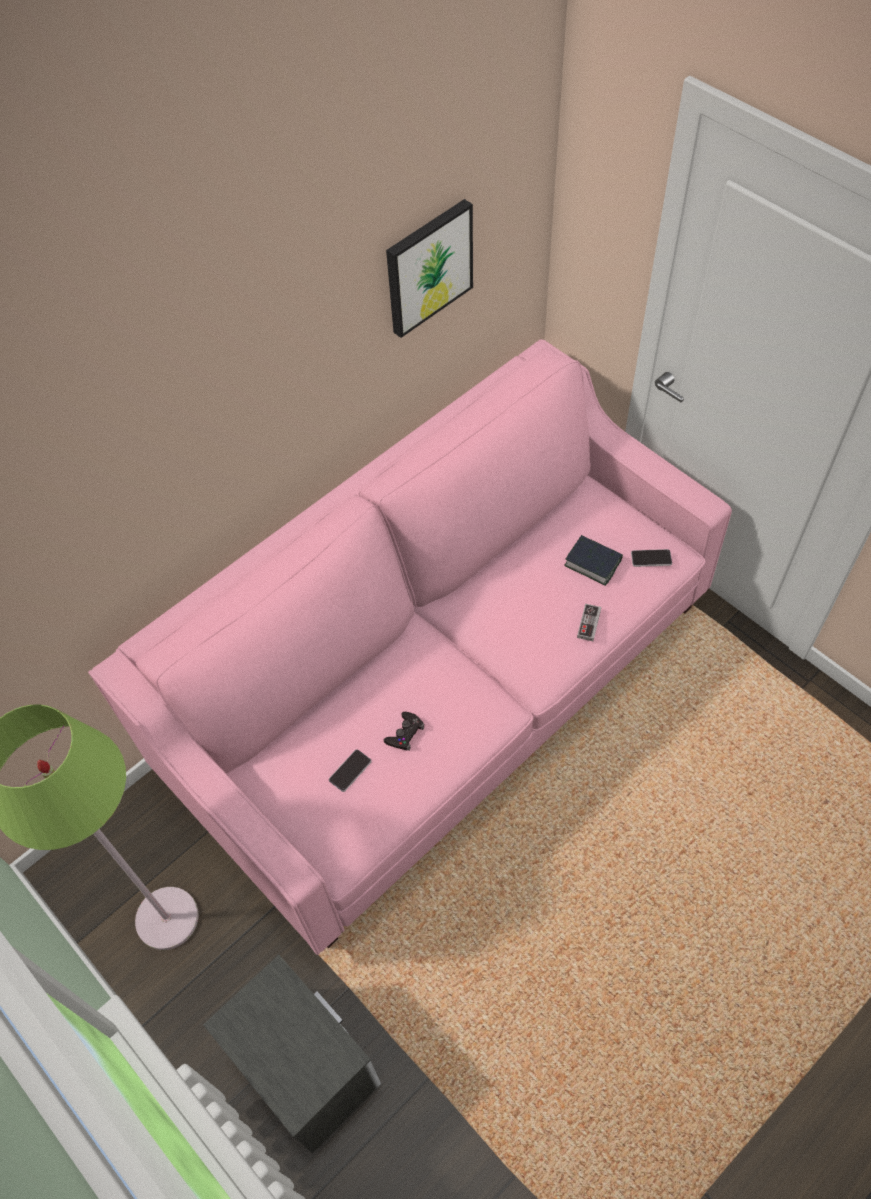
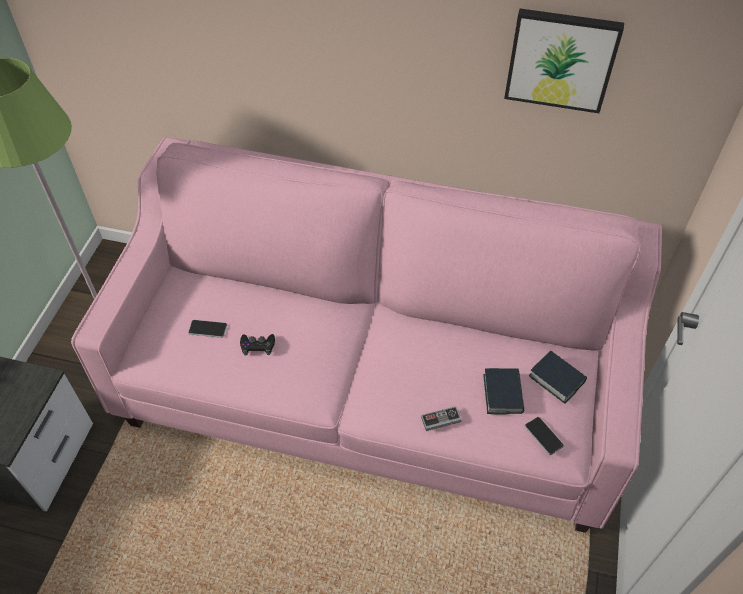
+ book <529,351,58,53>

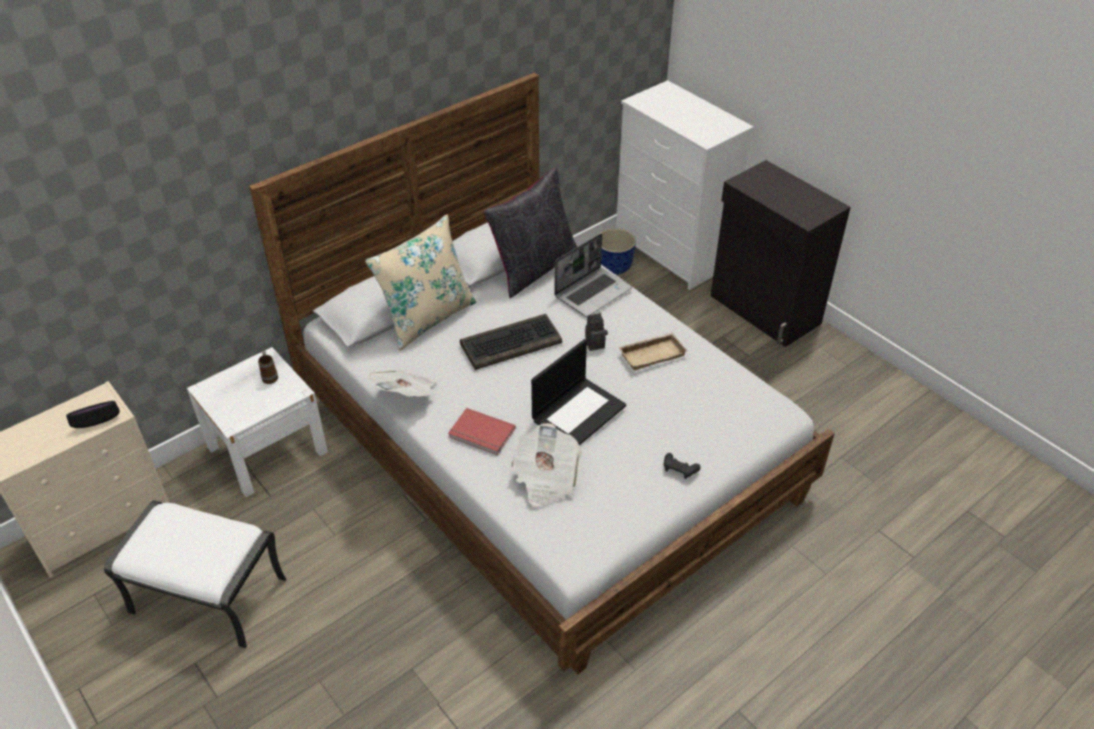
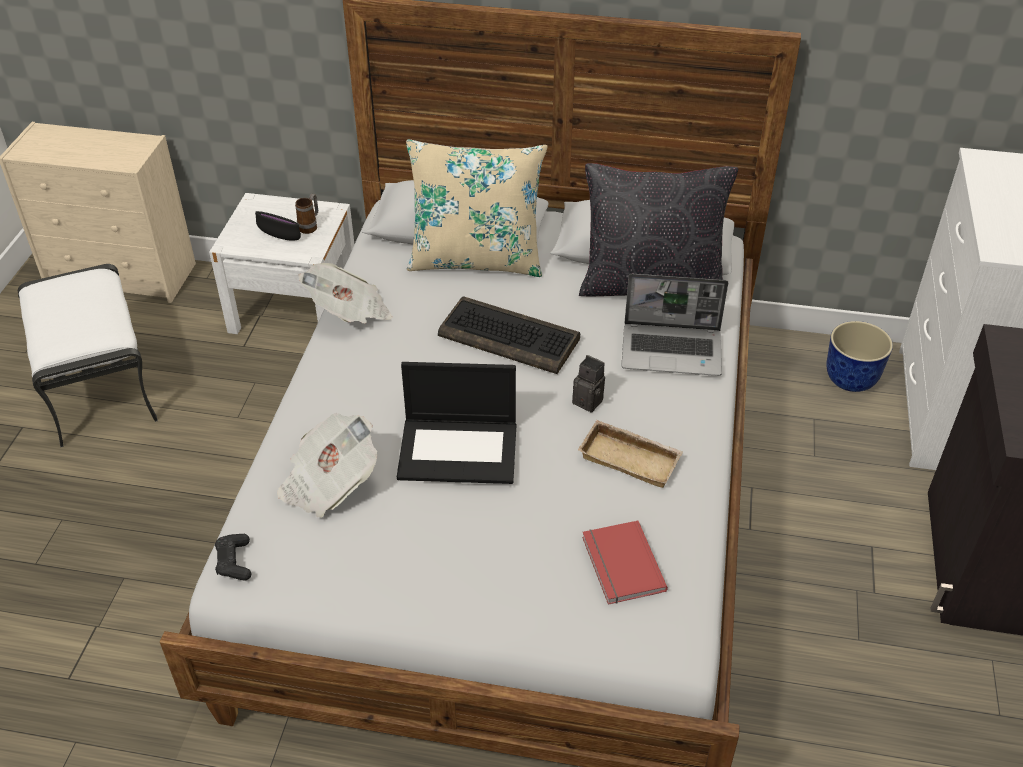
~ bowl (black) <66,401,54,27> to <255,211,46,30>
~ book (red) <448,408,68,47> to <582,521,86,84>
~ game controller (black) <664,453,37,26> to <215,534,36,47>

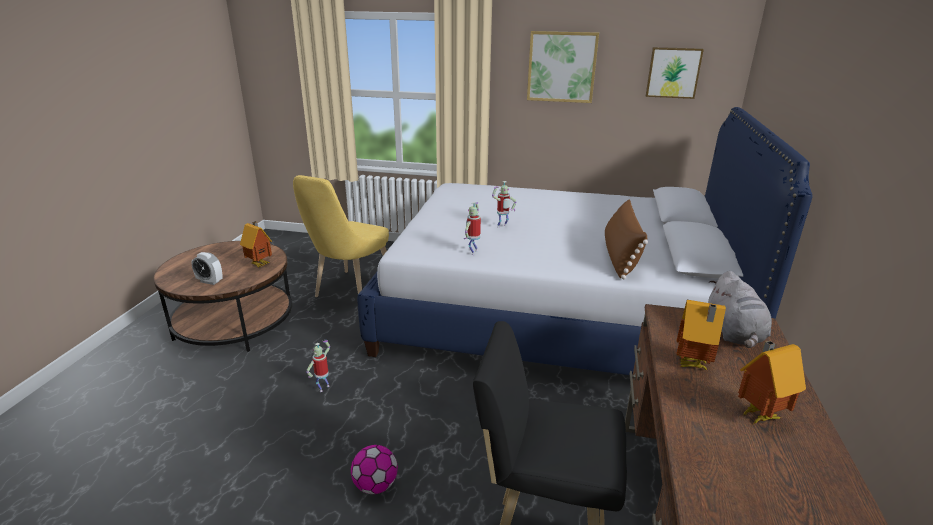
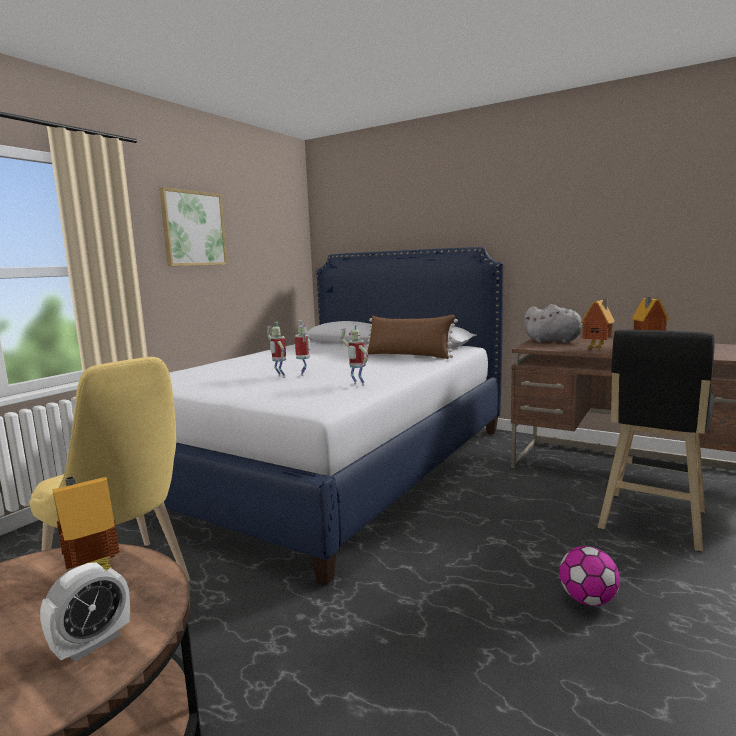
~ toy robot <306,340,24,52> to <266,322,20,56>
- picture <646,47,58,52>

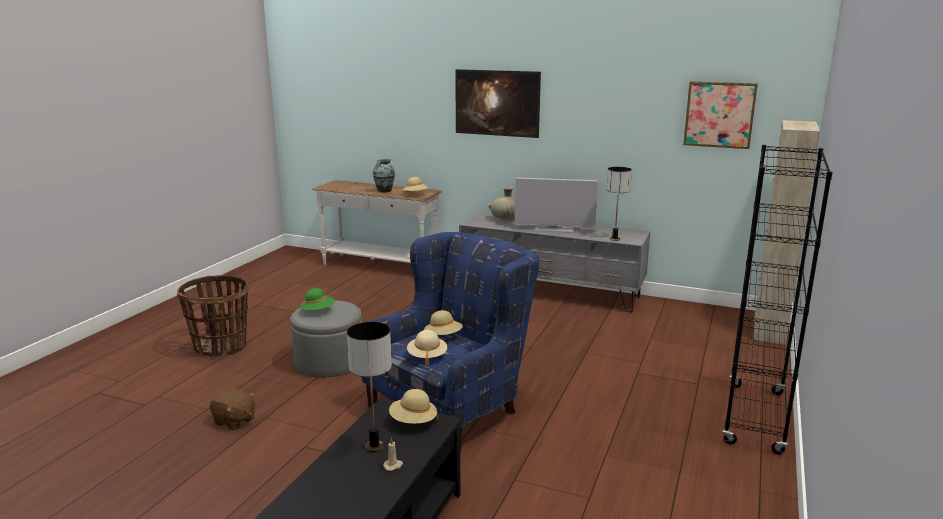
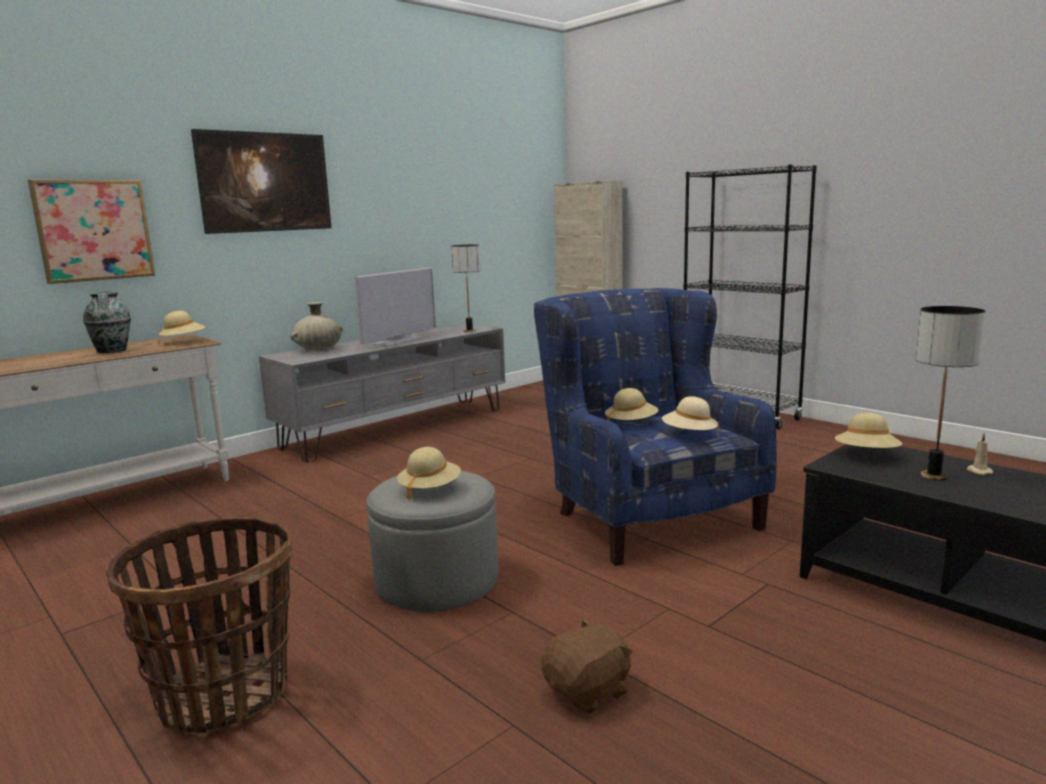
~ hat (green) <301,288,34,22> to hat (beige) <397,447,64,53>
~ picture <683,81,75,68> to <28,180,127,104>

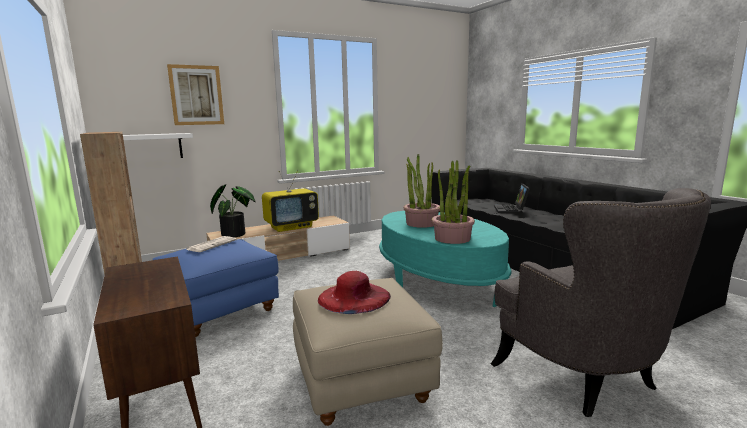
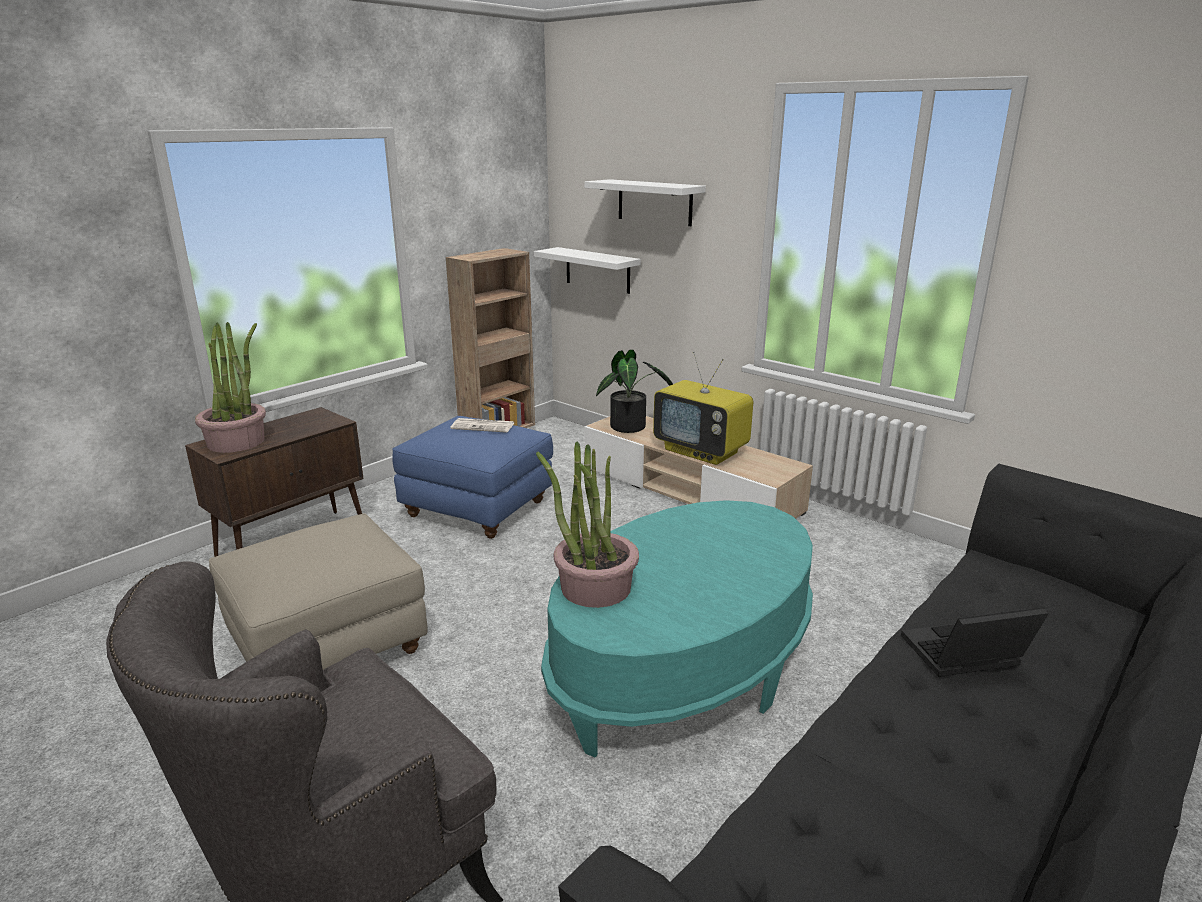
~ picture <167,64,57,61> to shelf (white) <584,179,122,47>
- hat (red) <318,271,73,43>
~ potted plant <404,154,36,74> to <195,322,71,131>

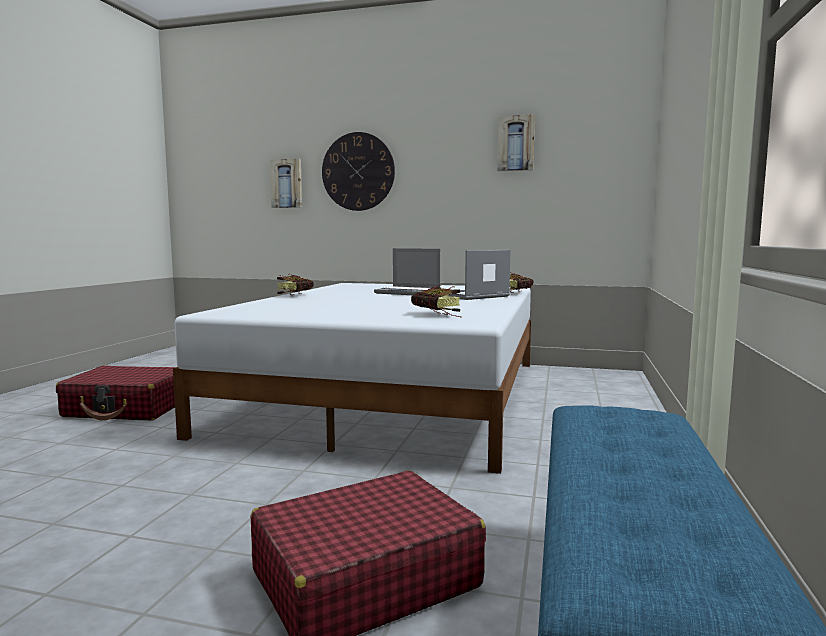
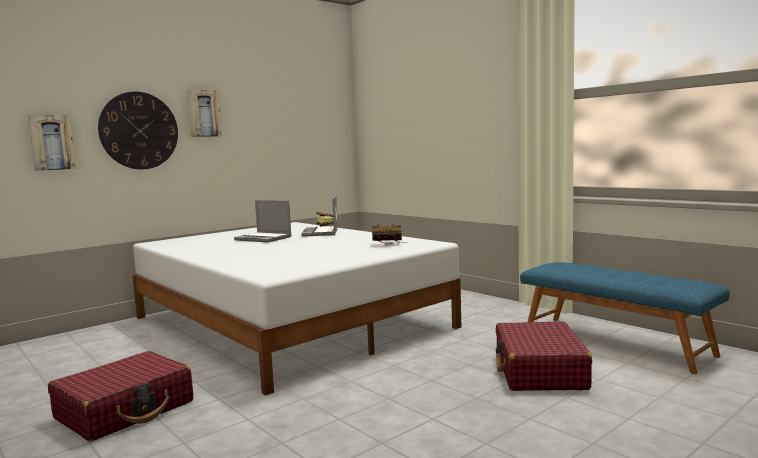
- book <277,274,37,21>
~ laptop <374,248,66,47> = <234,200,58,43> 60 degrees clockwise
~ picture <497,114,38,57> to <187,89,35,48>

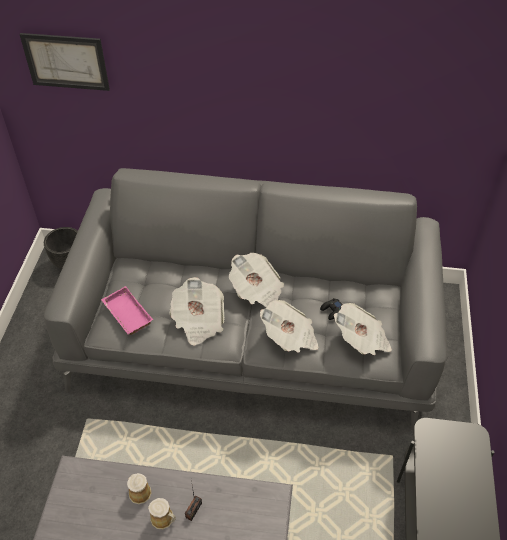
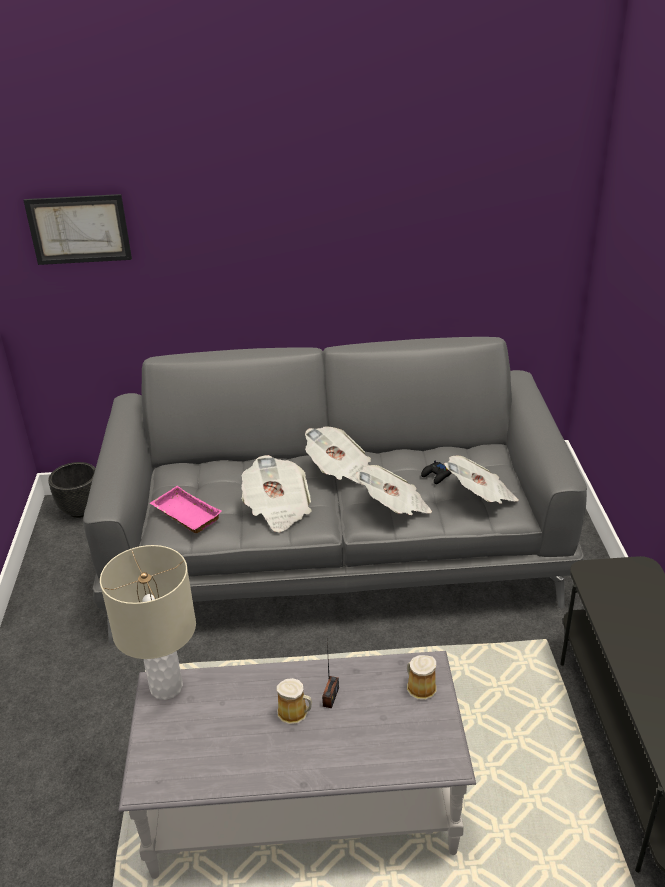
~ mug <127,473,25,31> to <407,655,30,45>
+ table lamp (beige) <100,545,96,155>

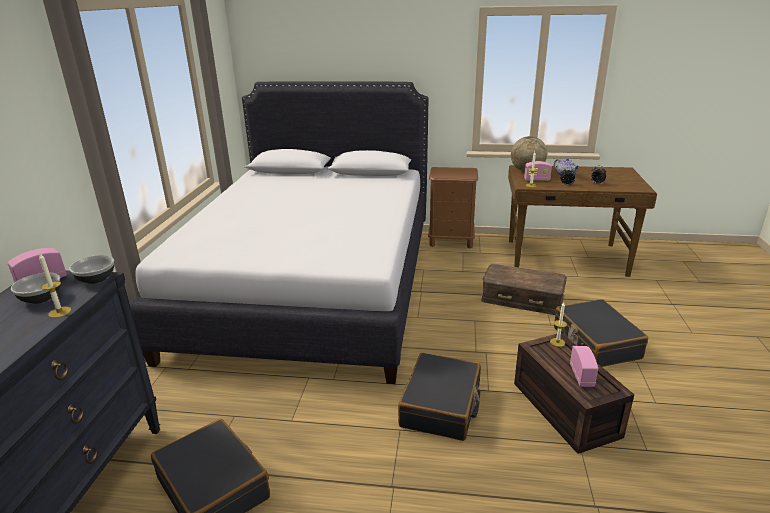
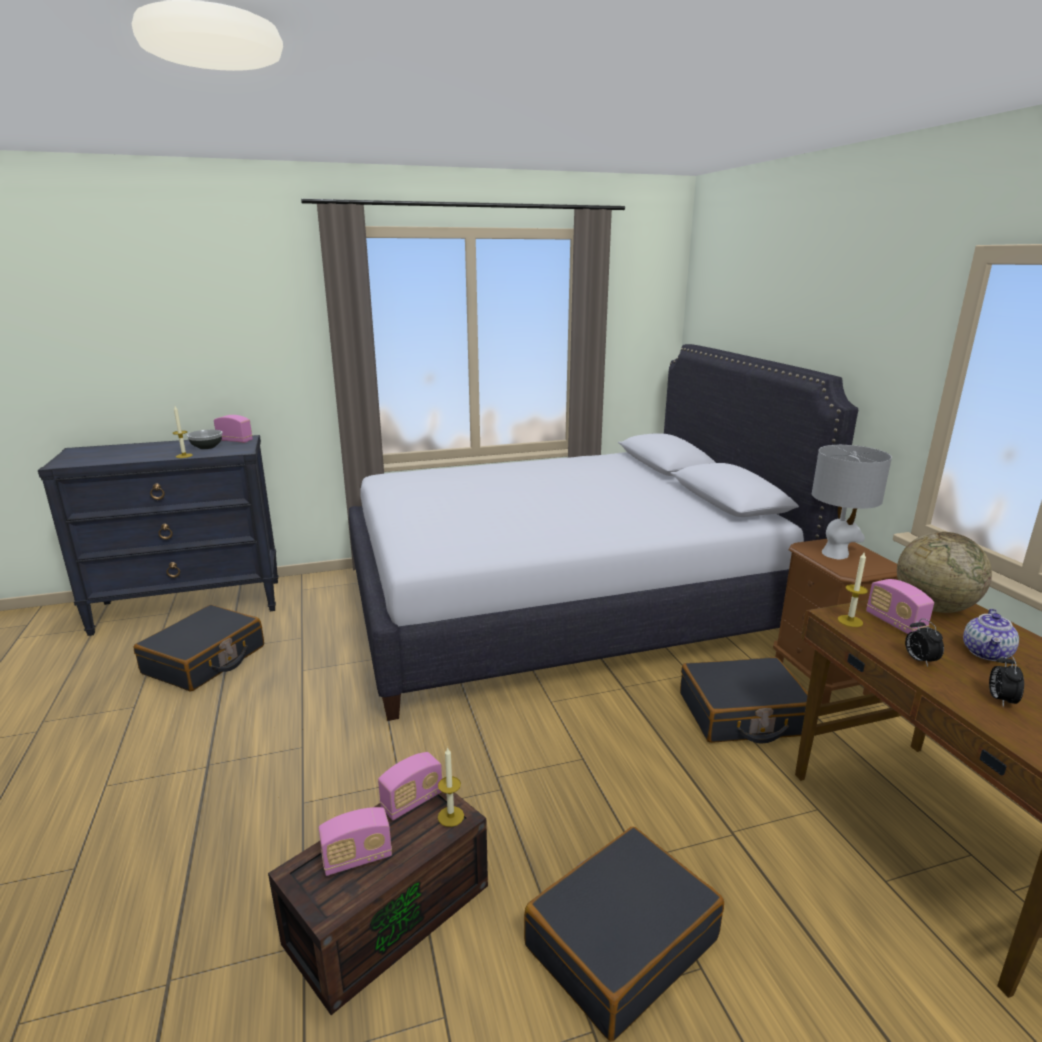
- bowl <69,255,45,29>
~ suitcase (black) <398,353,83,88> to <680,657,128,86>
- storage box (brown) <481,264,86,51>
+ radio <378,752,64,68>
+ table lamp (grey) <812,445,80,115>

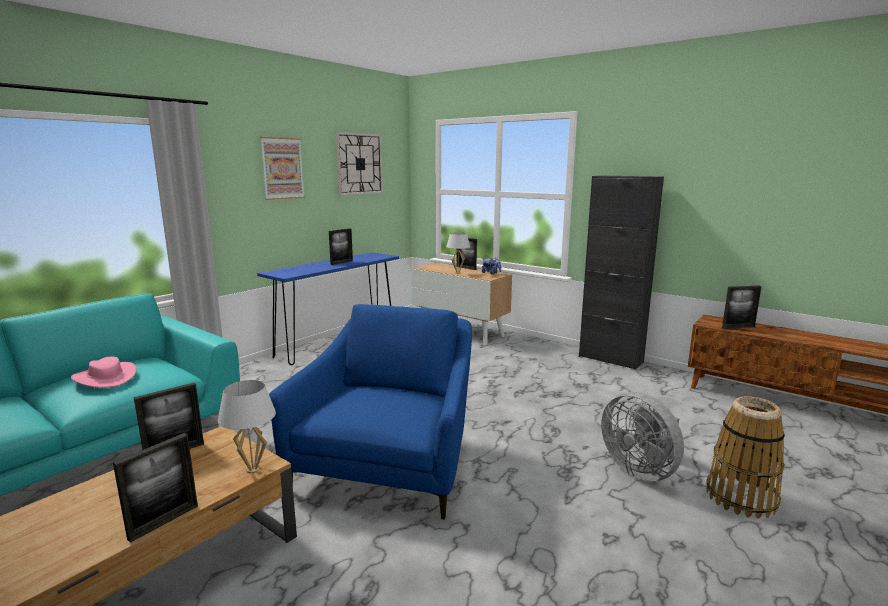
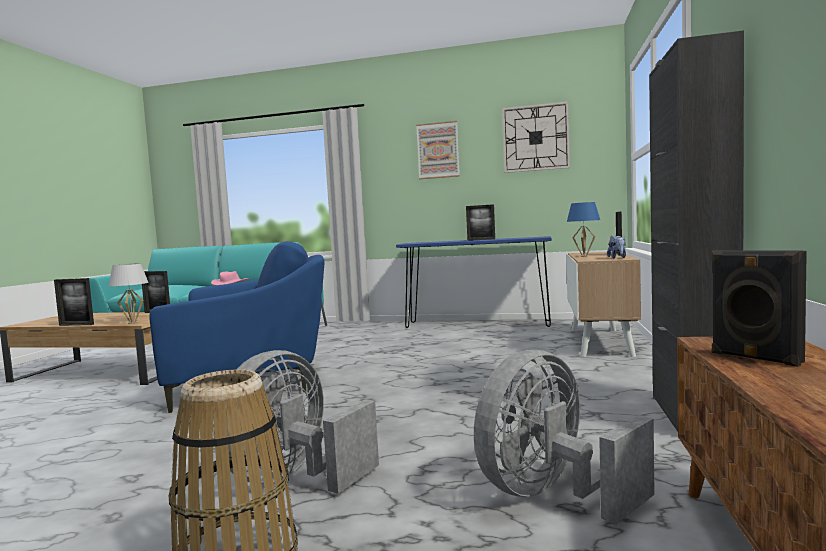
~ table lamp (white) <446,232,24,42> to table lamp (blue) <567,202,33,55>
~ picture frame <722,286,40,43> to speaker (black) <712,250,95,117>
+ fan (grey) <474,350,181,175>

